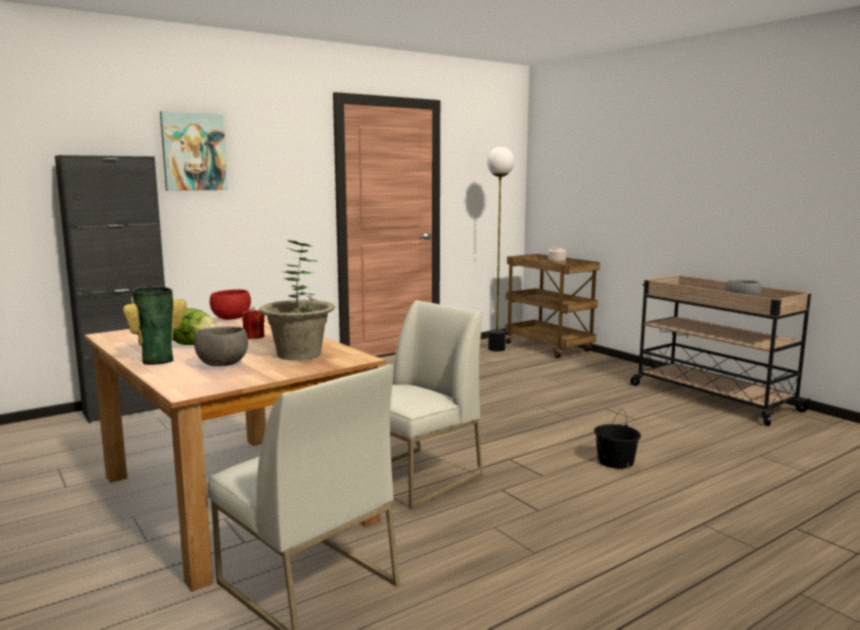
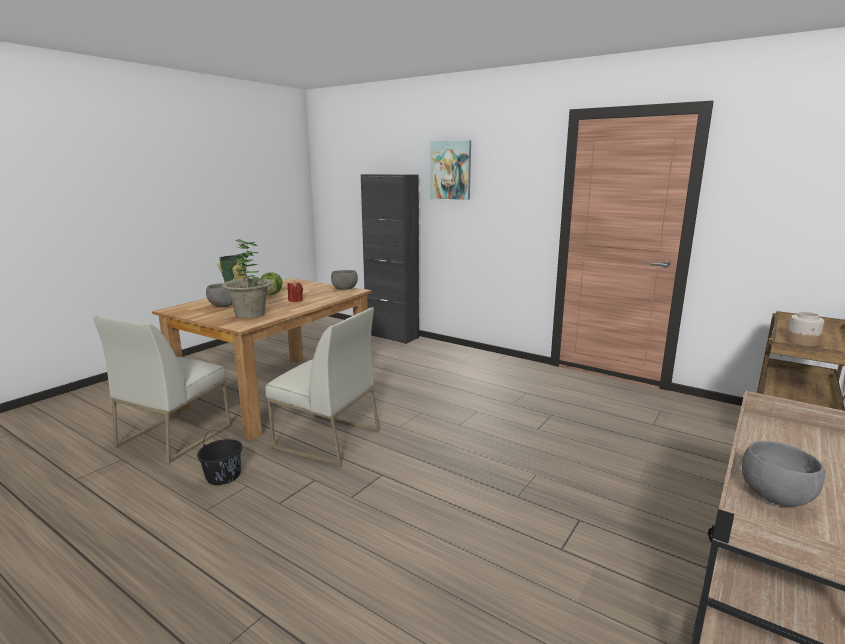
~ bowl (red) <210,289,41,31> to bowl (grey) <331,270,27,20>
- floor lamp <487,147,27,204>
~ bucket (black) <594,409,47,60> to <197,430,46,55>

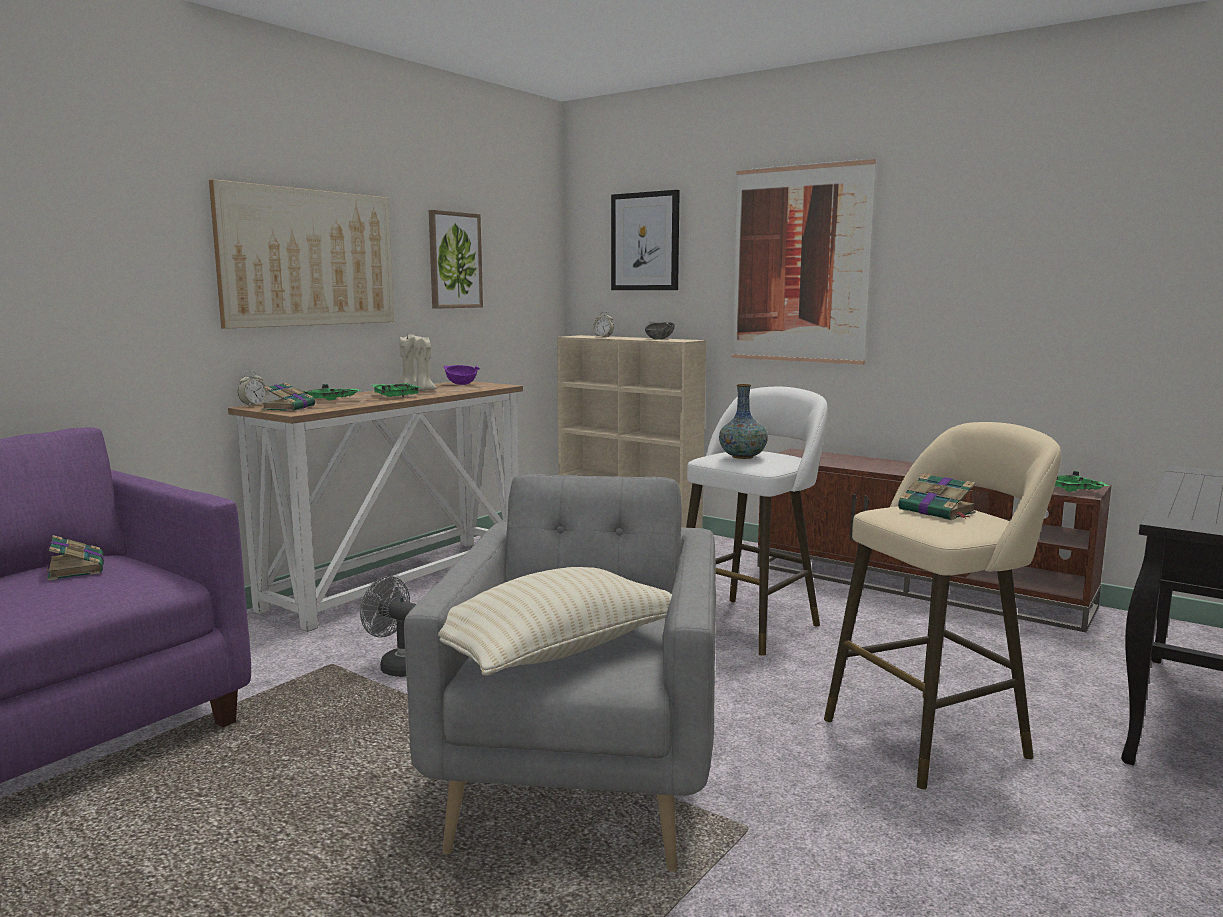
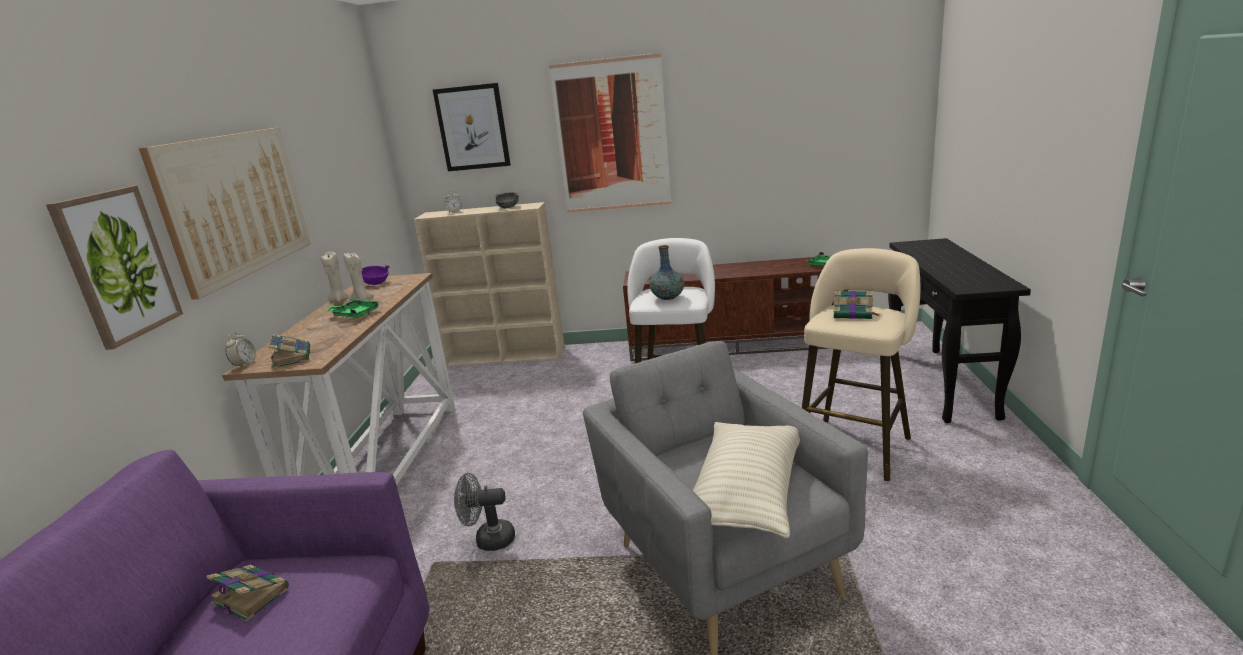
- tray (green) <303,384,57,17>
~ picture <429,210,54,99> to <46,186,137,164>

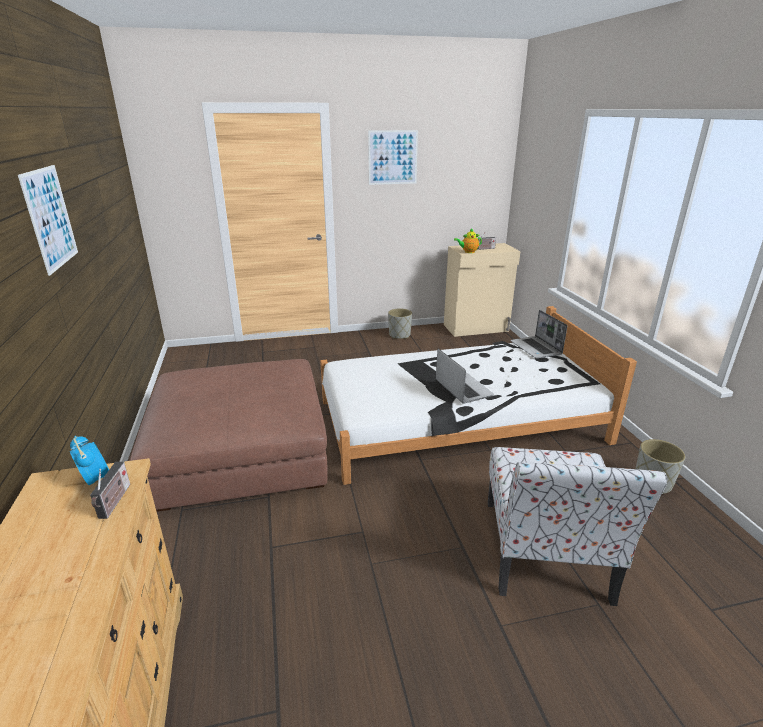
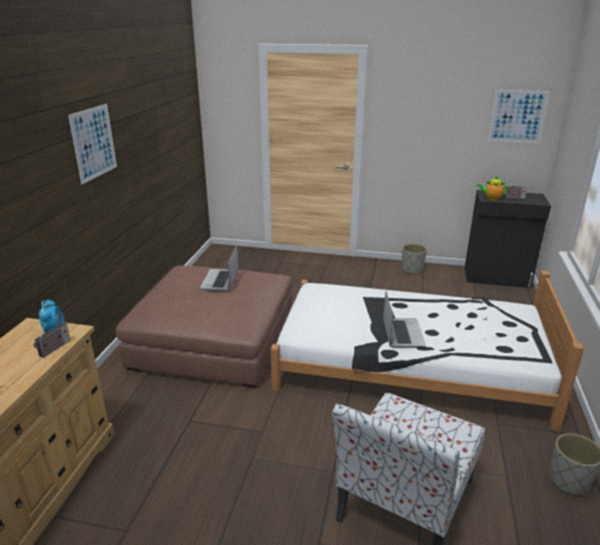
~ picture <368,130,50,55> to <488,90,62,53>
~ cabinet (beige) <444,243,77,94> to cabinet (black) <465,190,86,98>
~ laptop <510,310,57,49> to <200,245,39,46>

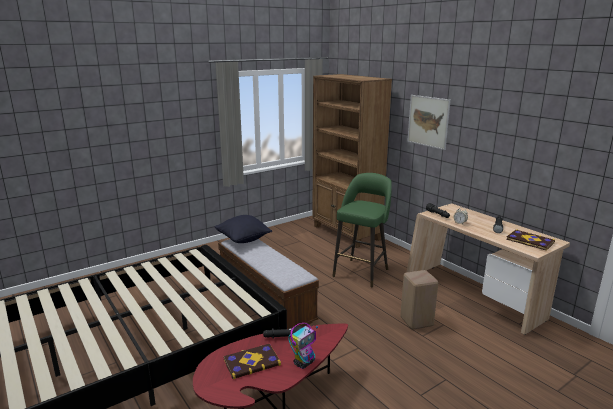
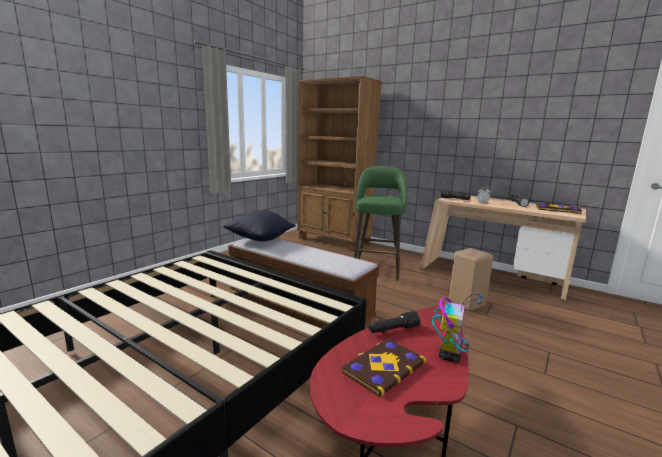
- picture <407,95,44,55>

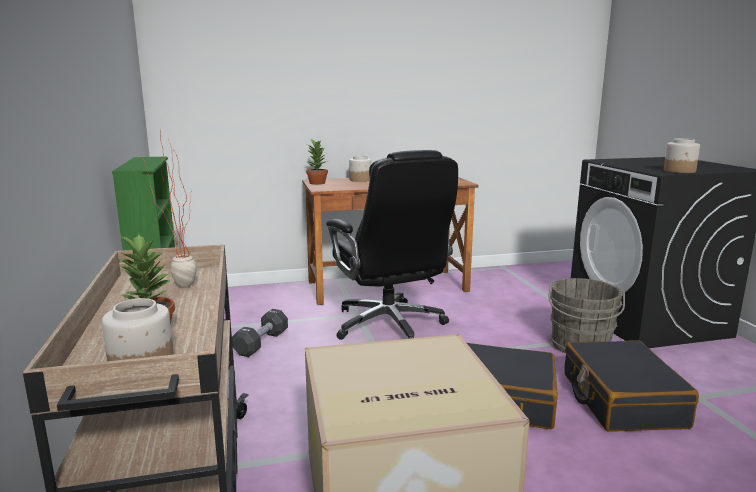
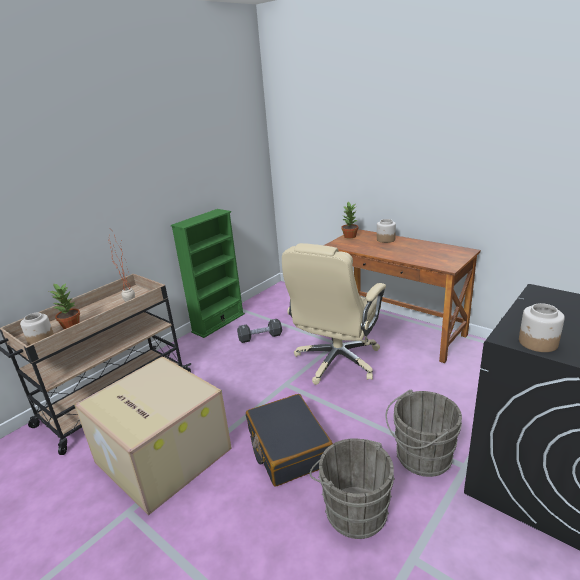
~ office chair (black) <326,150,132,190> to office chair (beige) <282,243,104,142>
~ suitcase (black) <564,340,135,91> to bucket (grey) <310,438,85,101>

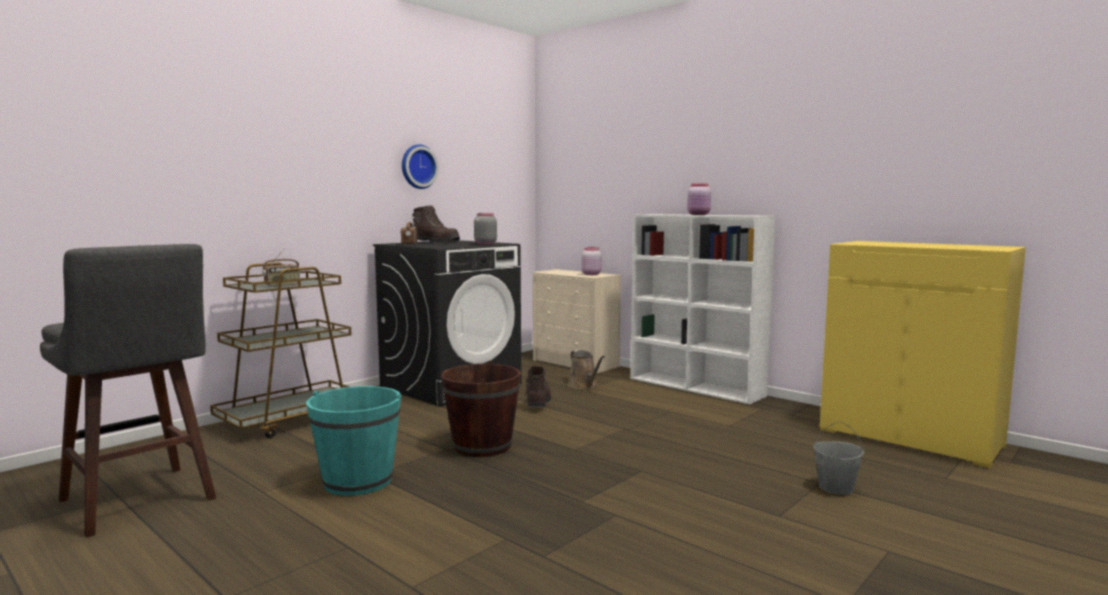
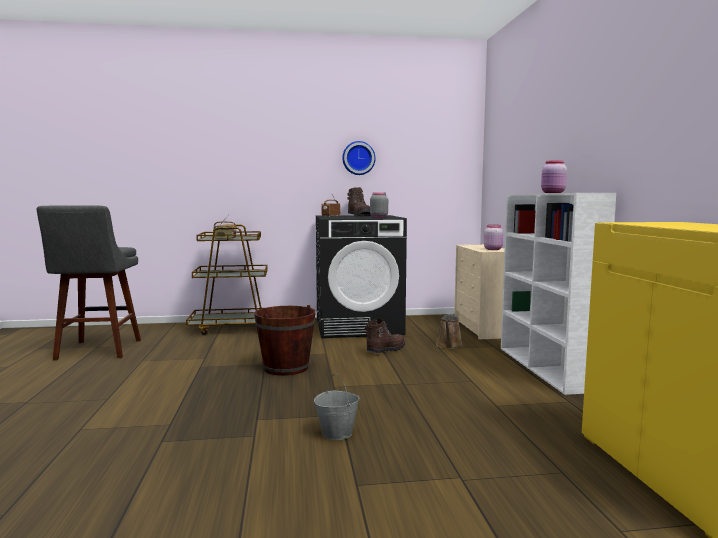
- bucket (turquoise) <306,386,95,110>
~ bucket (grey) <813,421,51,74> to <314,373,46,67>

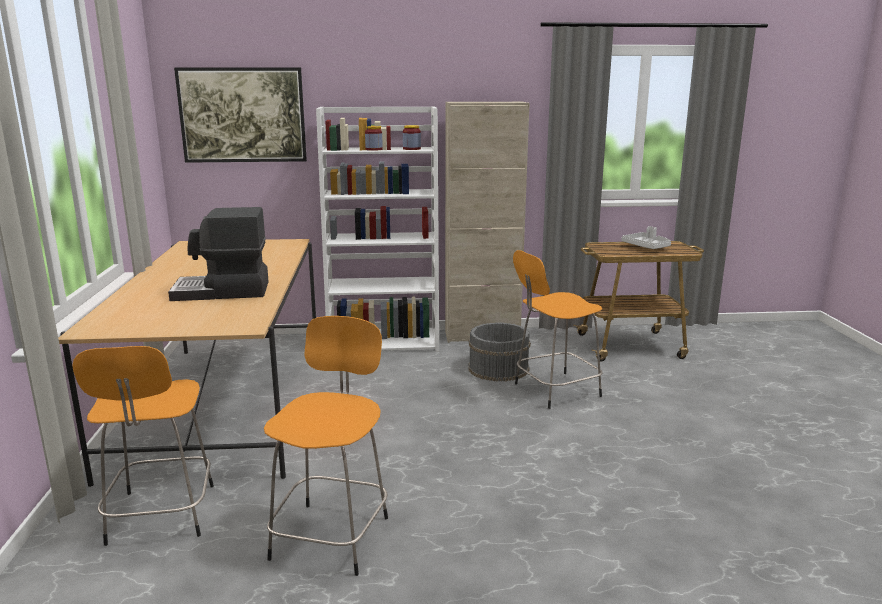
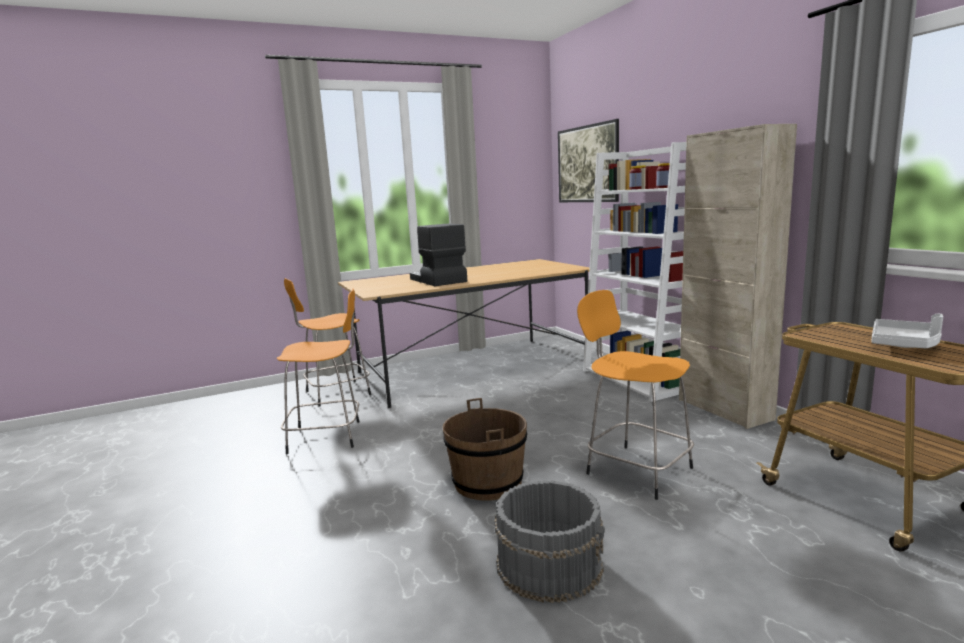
~ bucket (grey) <468,322,63,59> to <494,480,111,123>
+ bucket (brown) <442,398,85,103>

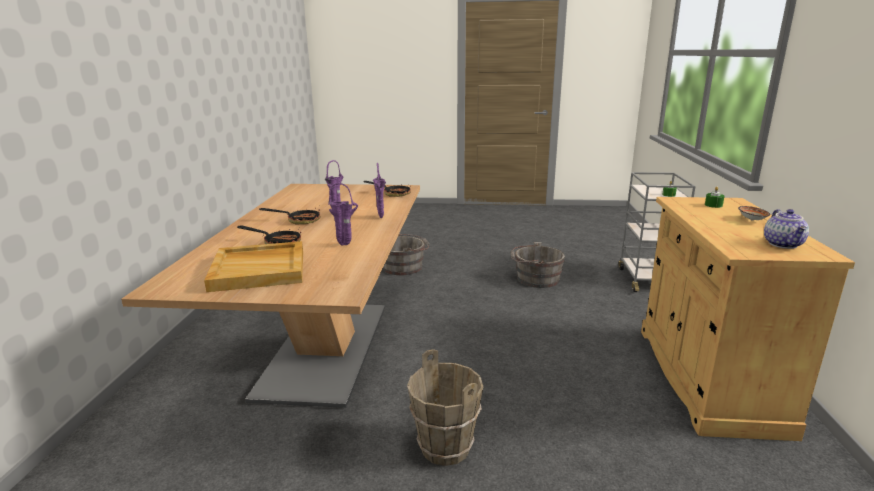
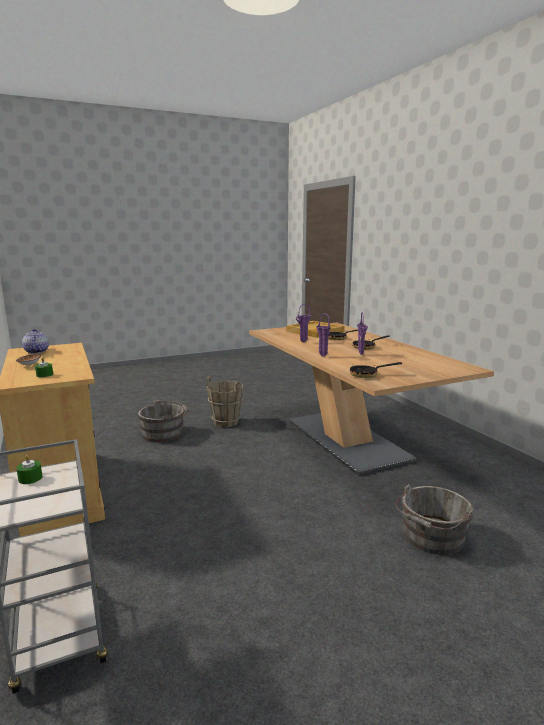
~ bucket (grey) <510,242,55,46> to <138,400,51,42>

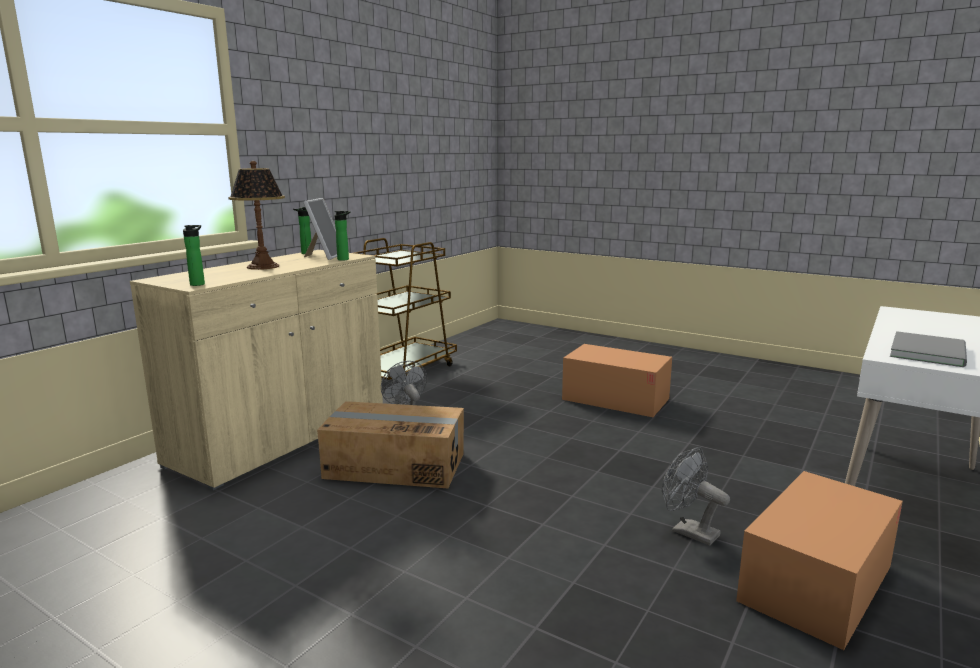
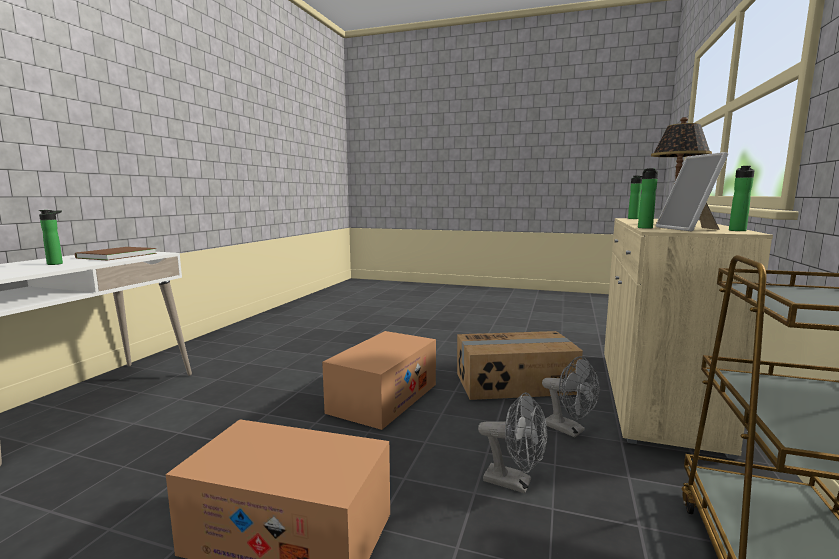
~ fan (grey) <662,447,68,99> to <478,392,69,101>
~ cardboard box <736,471,167,179> to <322,331,114,99>
~ book (grey) <890,331,77,36> to book (brown) <75,247,82,13>
+ bottle <39,210,24,55>

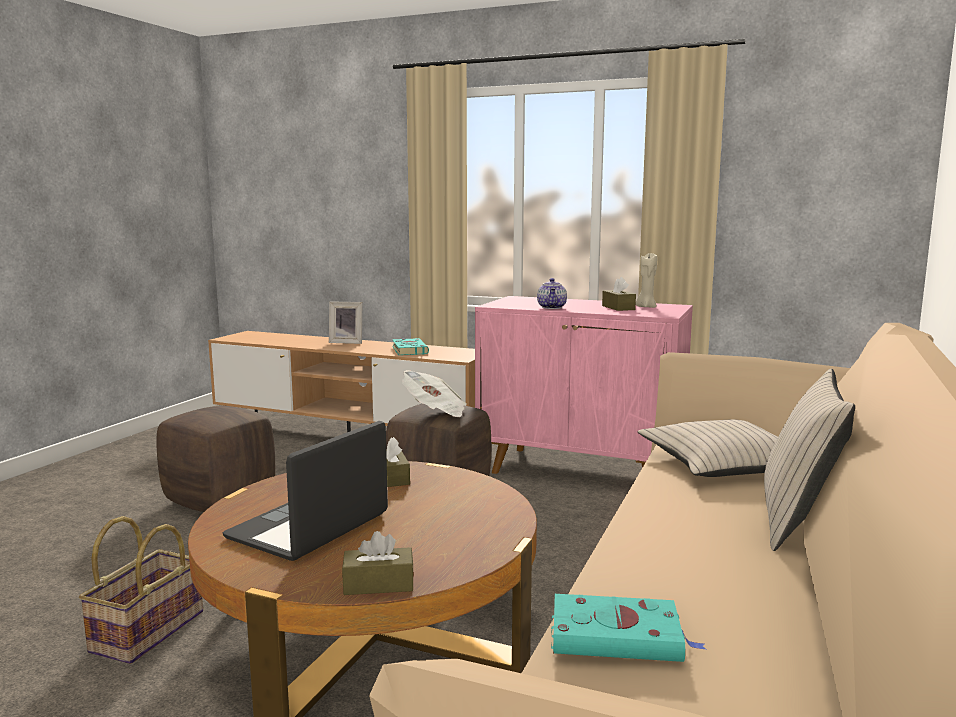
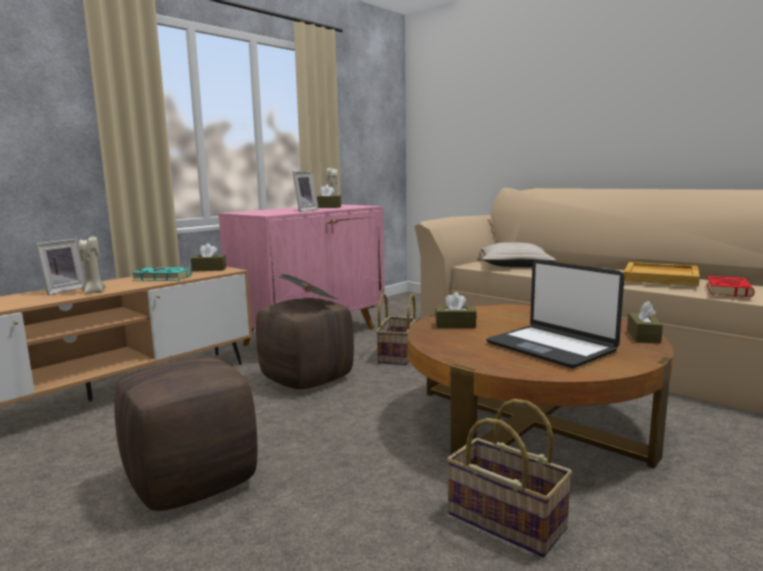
~ teapot <537,278,30,31> to picture frame <292,171,27,41>
~ book (turquoise) <551,594,155,68> to book (red) <706,276,49,21>
- pillow (beige) <764,369,91,182>
+ candle (beige) <79,237,27,56>
+ tissue box (brown) <191,243,35,29>
+ basket <376,293,42,72>
+ tray (beige) <623,262,77,24>

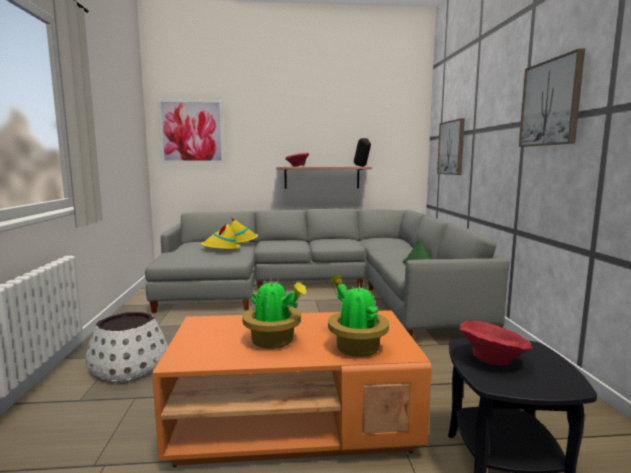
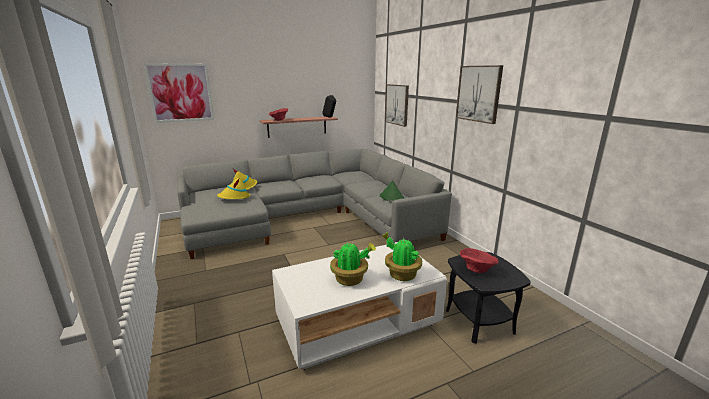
- planter (white) <86,312,82,70>
~ coffee table (orange) <152,310,280,157> to coffee table (white) <272,242,175,128>

